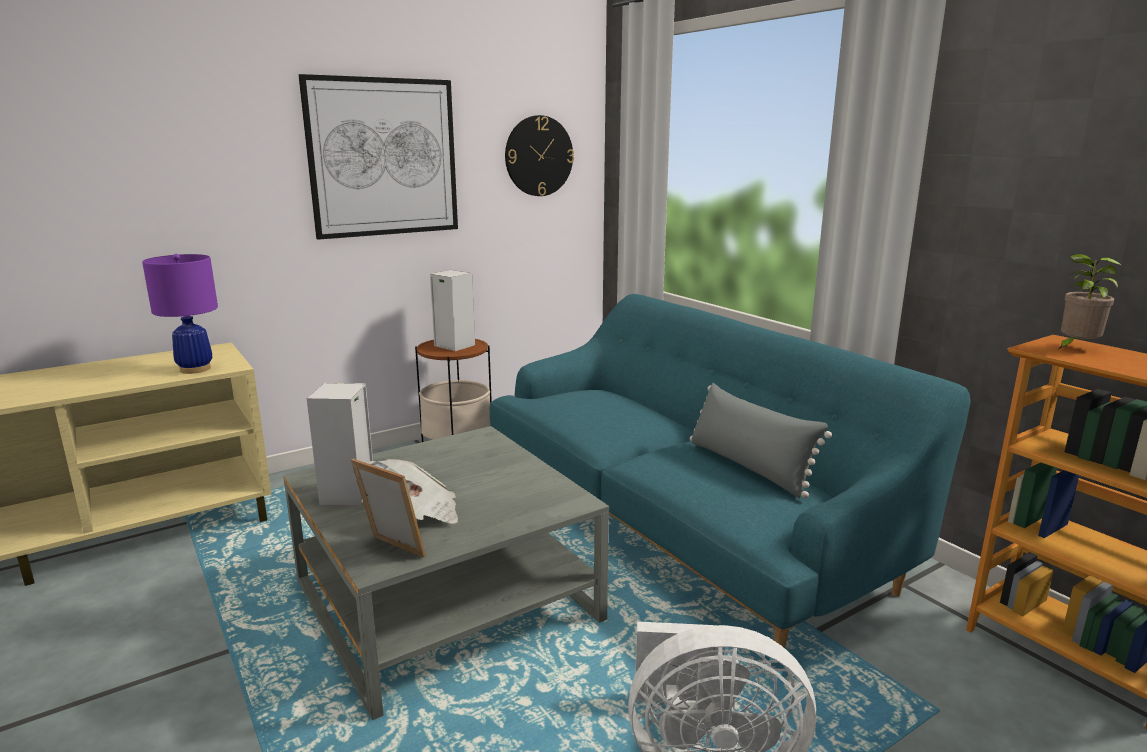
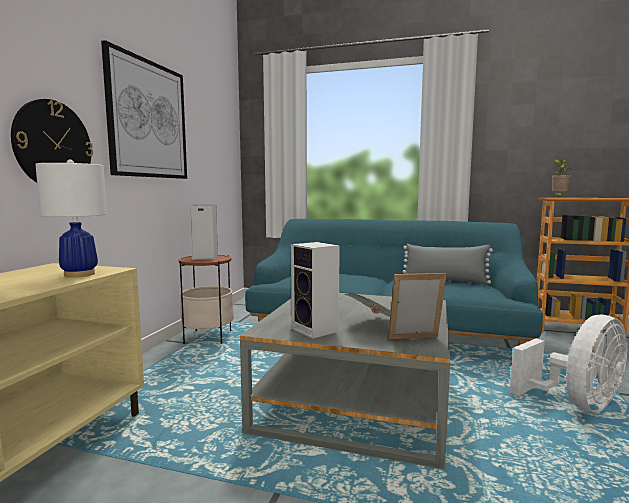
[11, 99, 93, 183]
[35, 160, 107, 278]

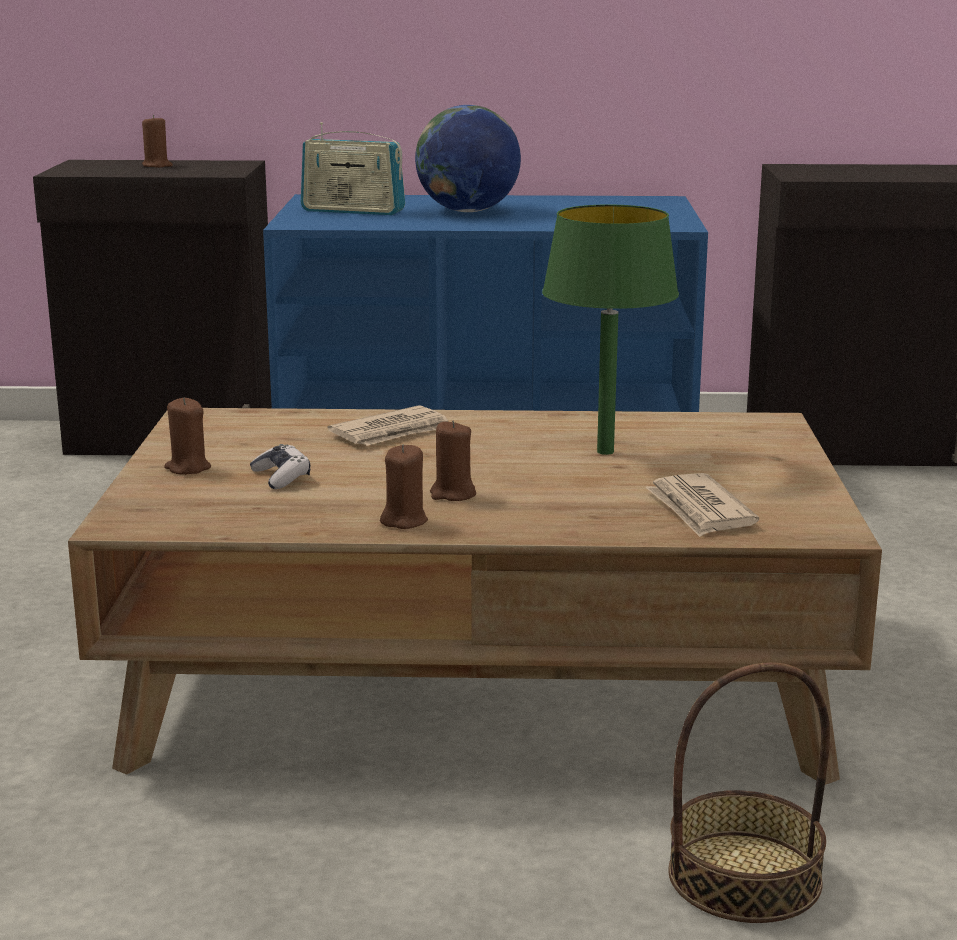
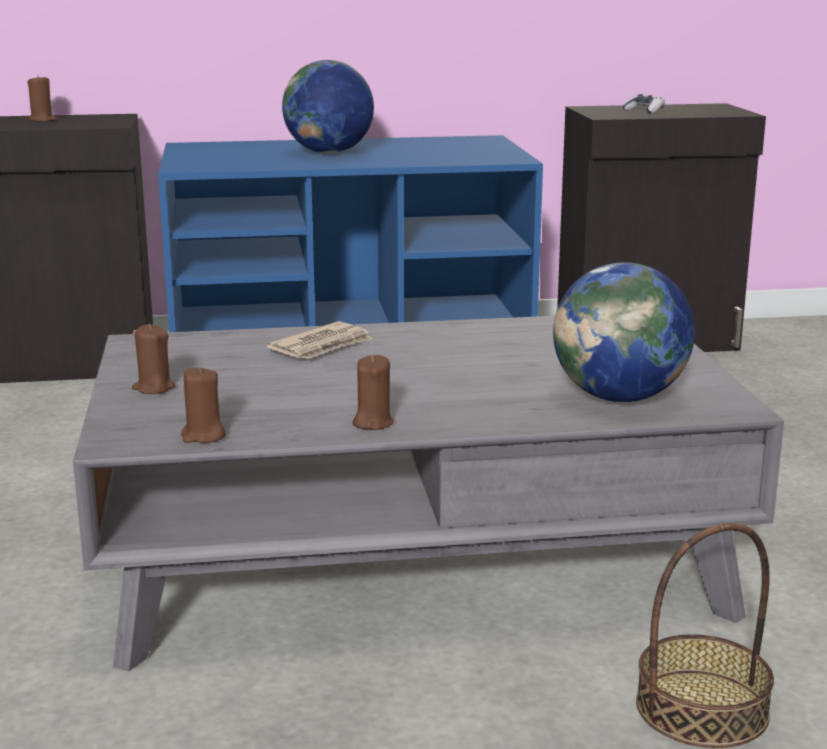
[301, 122, 405, 215] (first image)
[542, 204, 679, 455] (first image)
[73, 316, 784, 672]
[181, 366, 226, 443]
[622, 94, 665, 114]
[553, 262, 695, 402]

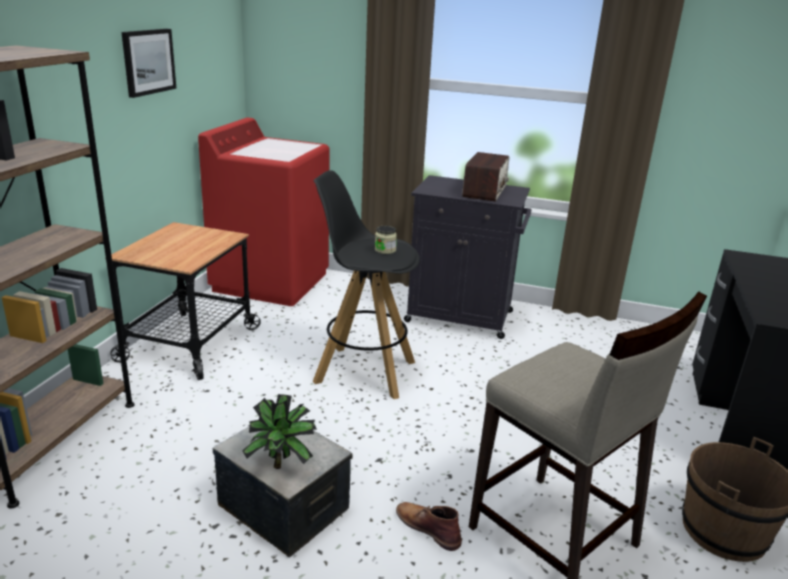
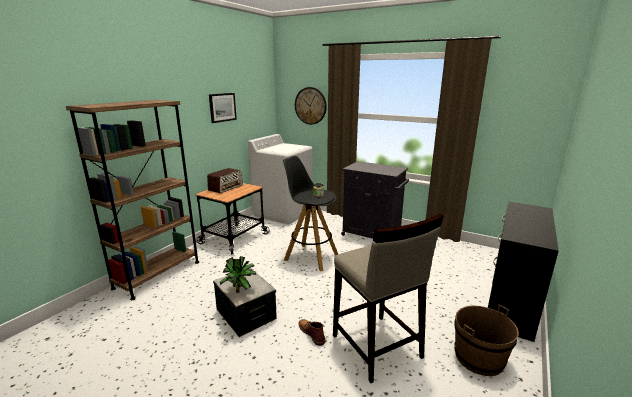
[248, 134, 313, 225]
[207, 168, 243, 193]
[295, 87, 327, 125]

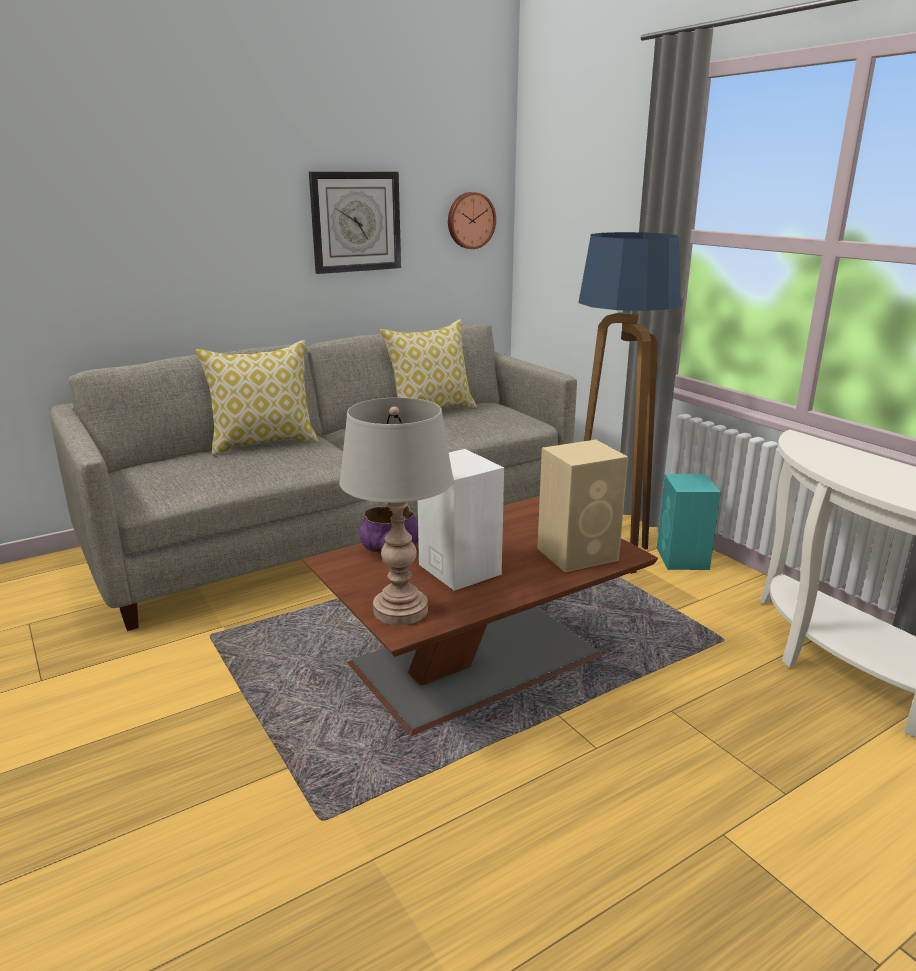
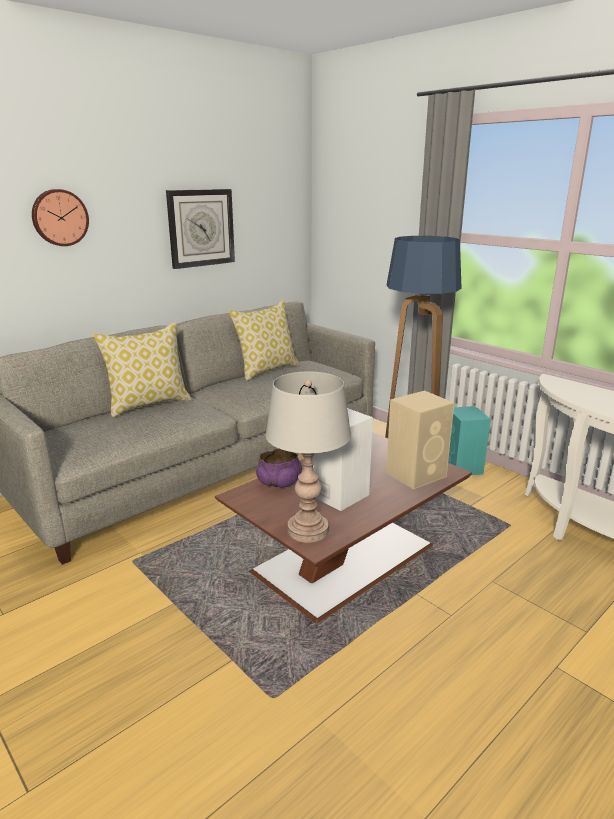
[32, 189, 89, 246]

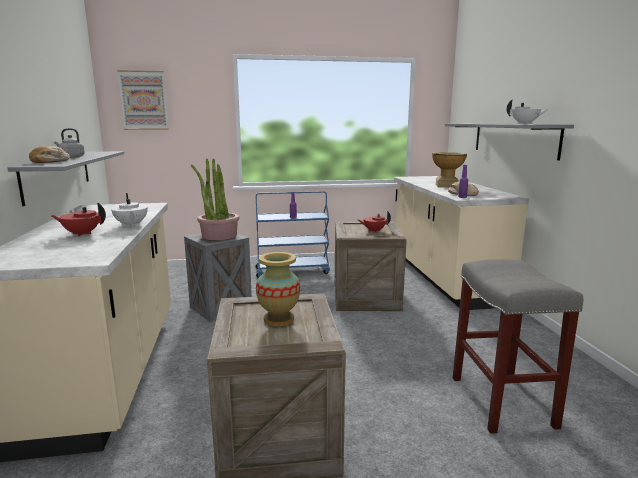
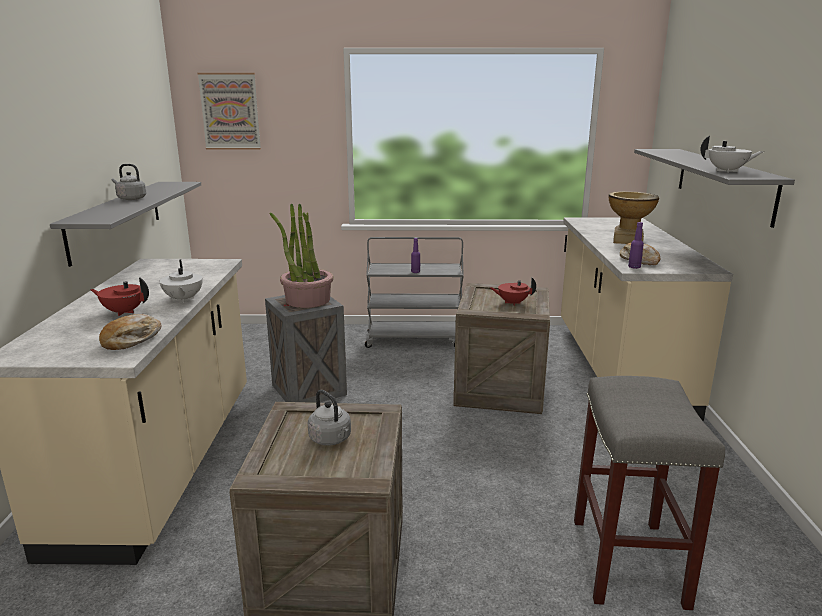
[99, 314, 162, 350]
[365, 237, 464, 348]
[308, 390, 351, 446]

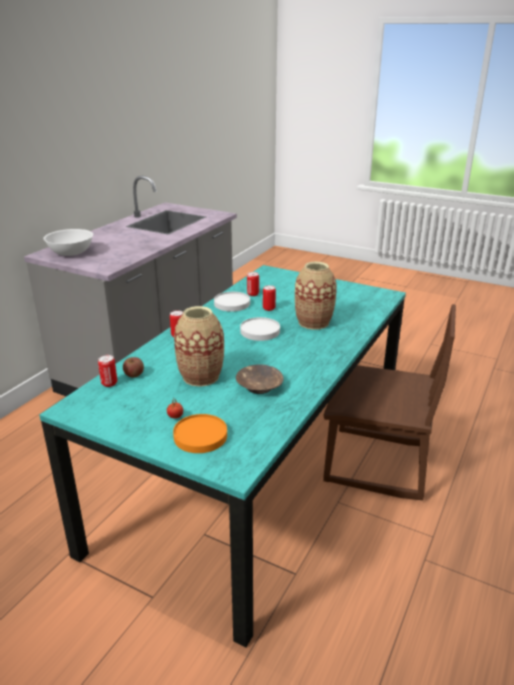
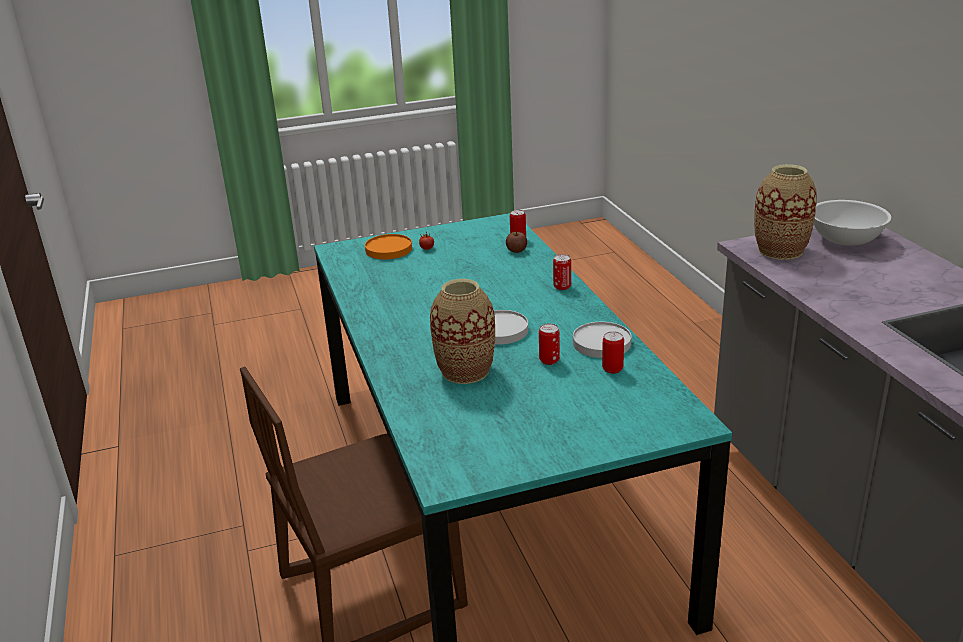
[754, 164, 817, 260]
[236, 364, 284, 394] (first image)

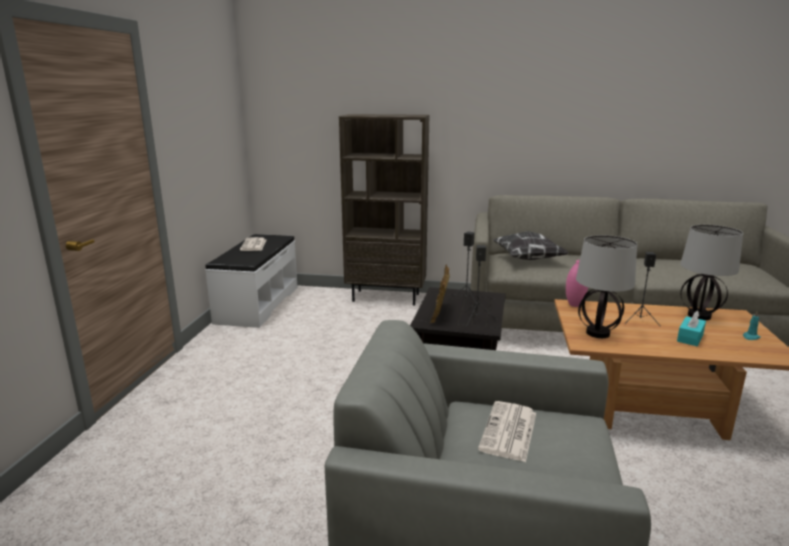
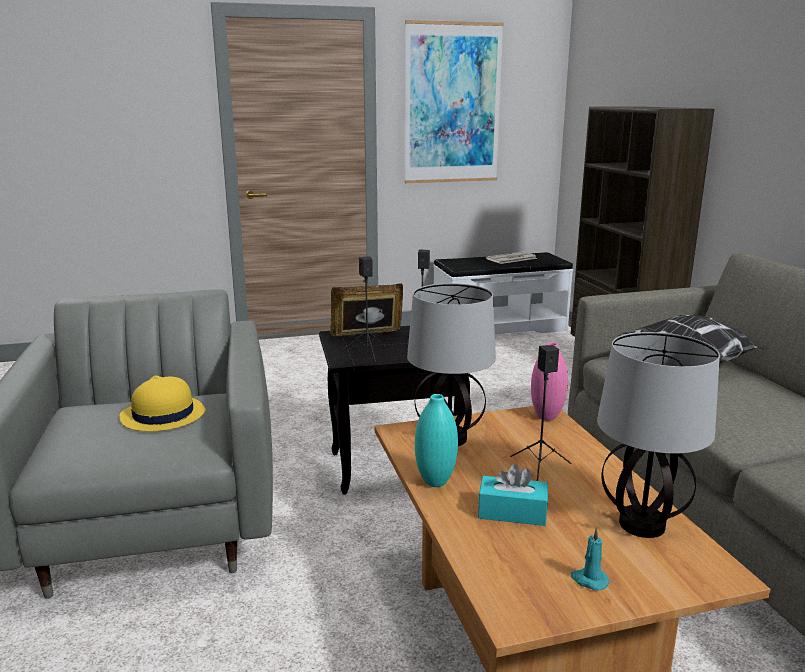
[119, 376, 206, 431]
[405, 20, 504, 183]
[415, 394, 458, 487]

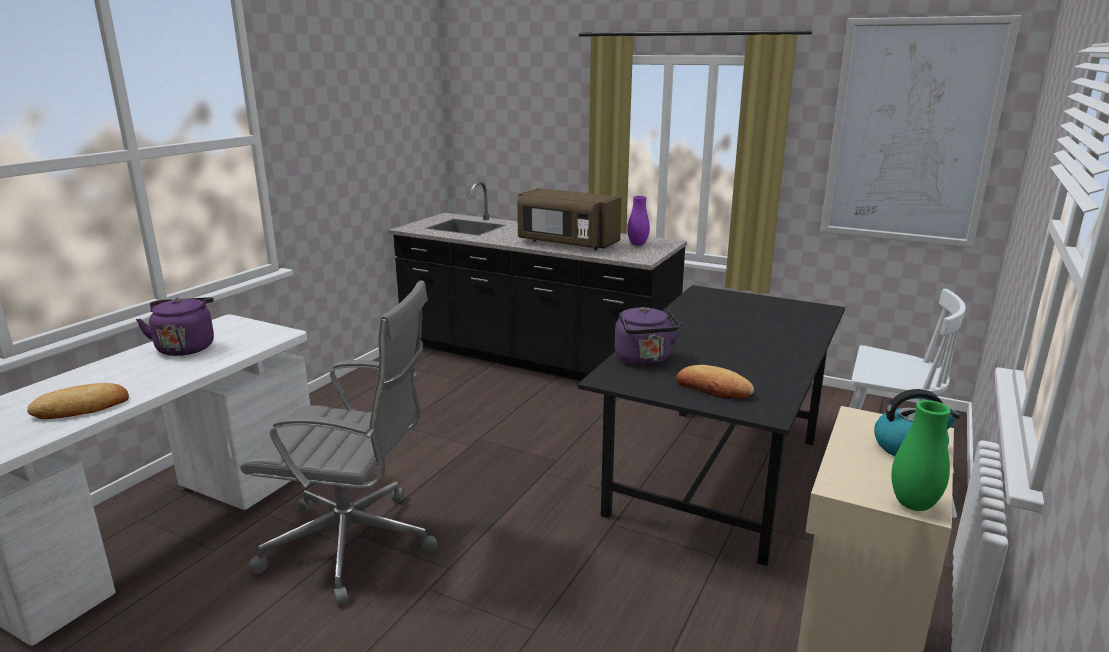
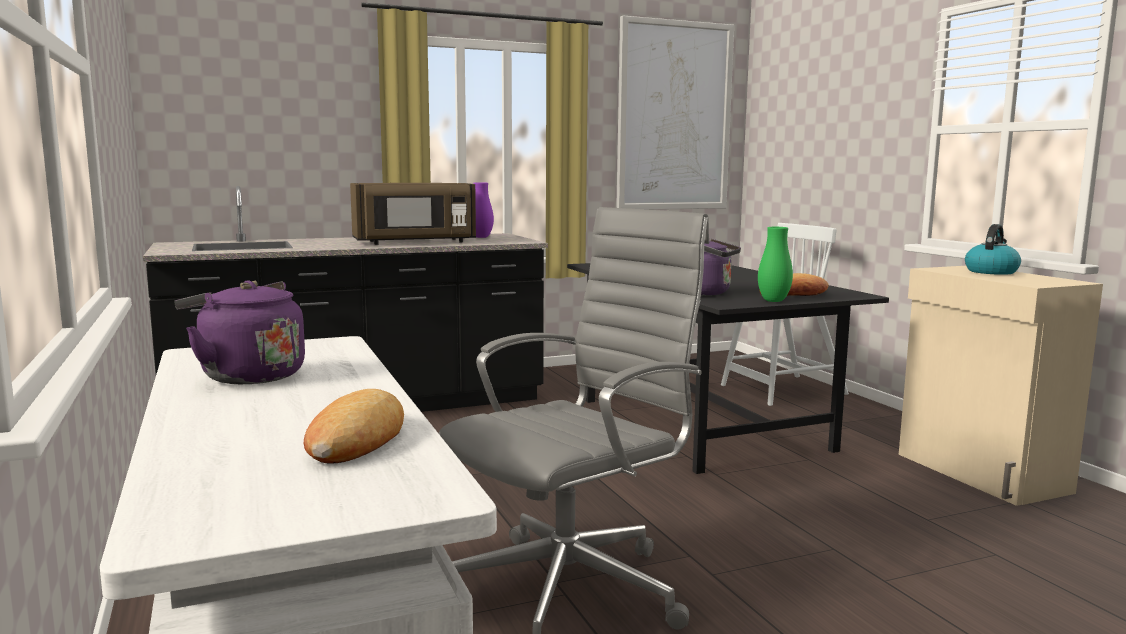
[758, 227, 793, 302]

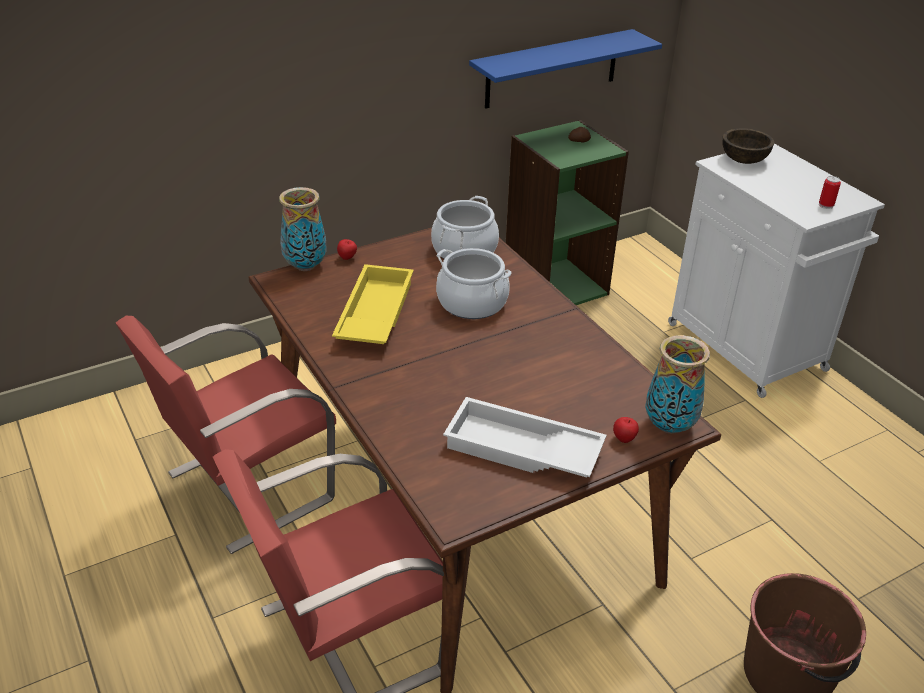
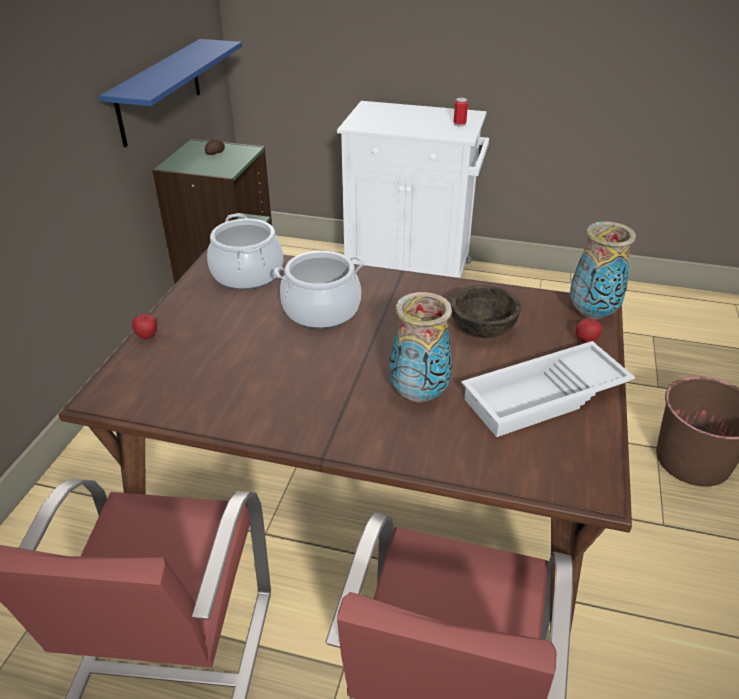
[451, 285, 521, 338]
[390, 292, 452, 403]
[332, 264, 414, 344] (first image)

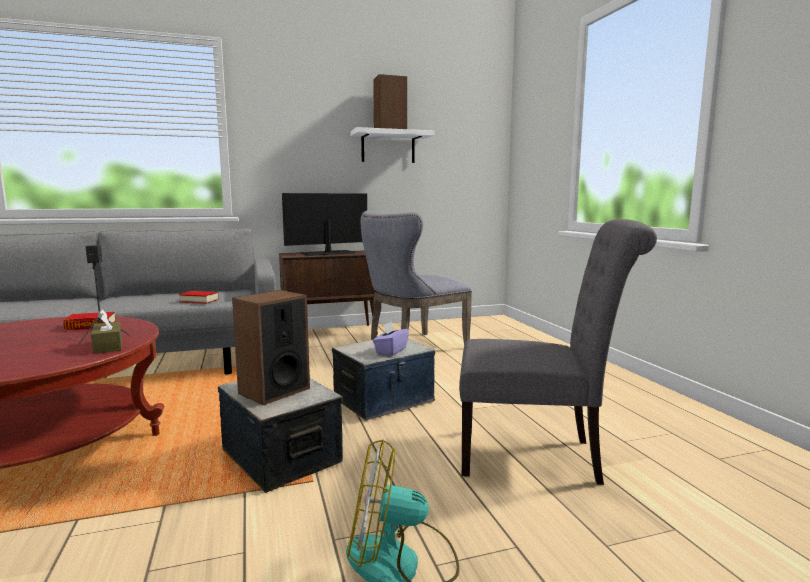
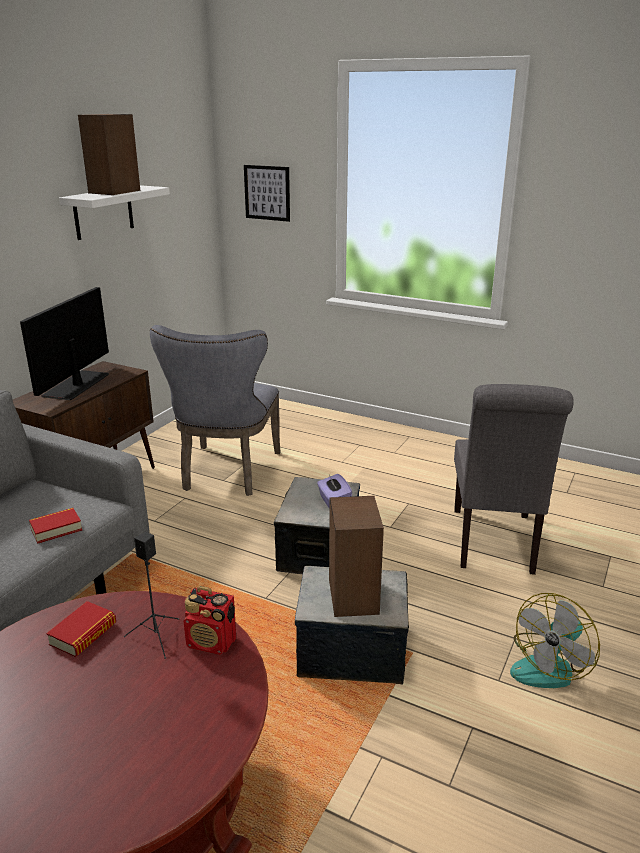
[454, 384, 574, 575]
[184, 586, 236, 655]
[244, 165, 290, 222]

